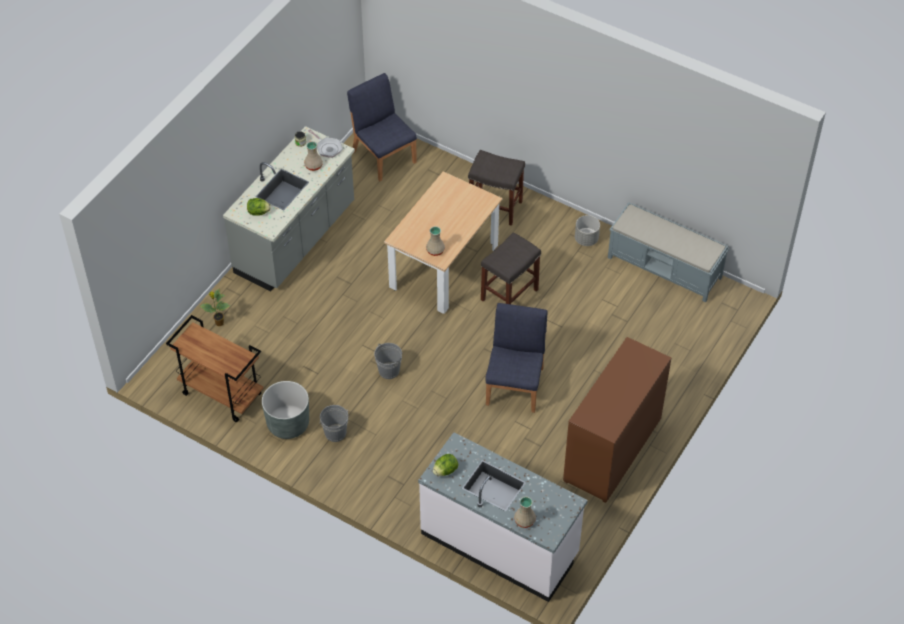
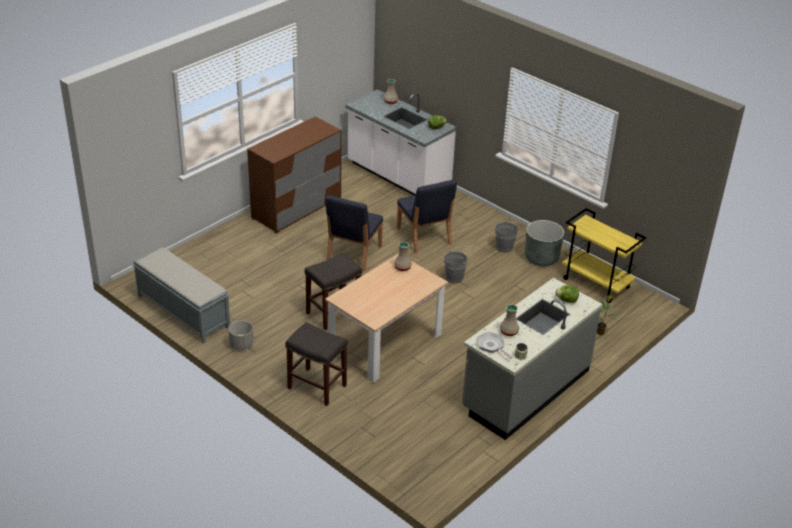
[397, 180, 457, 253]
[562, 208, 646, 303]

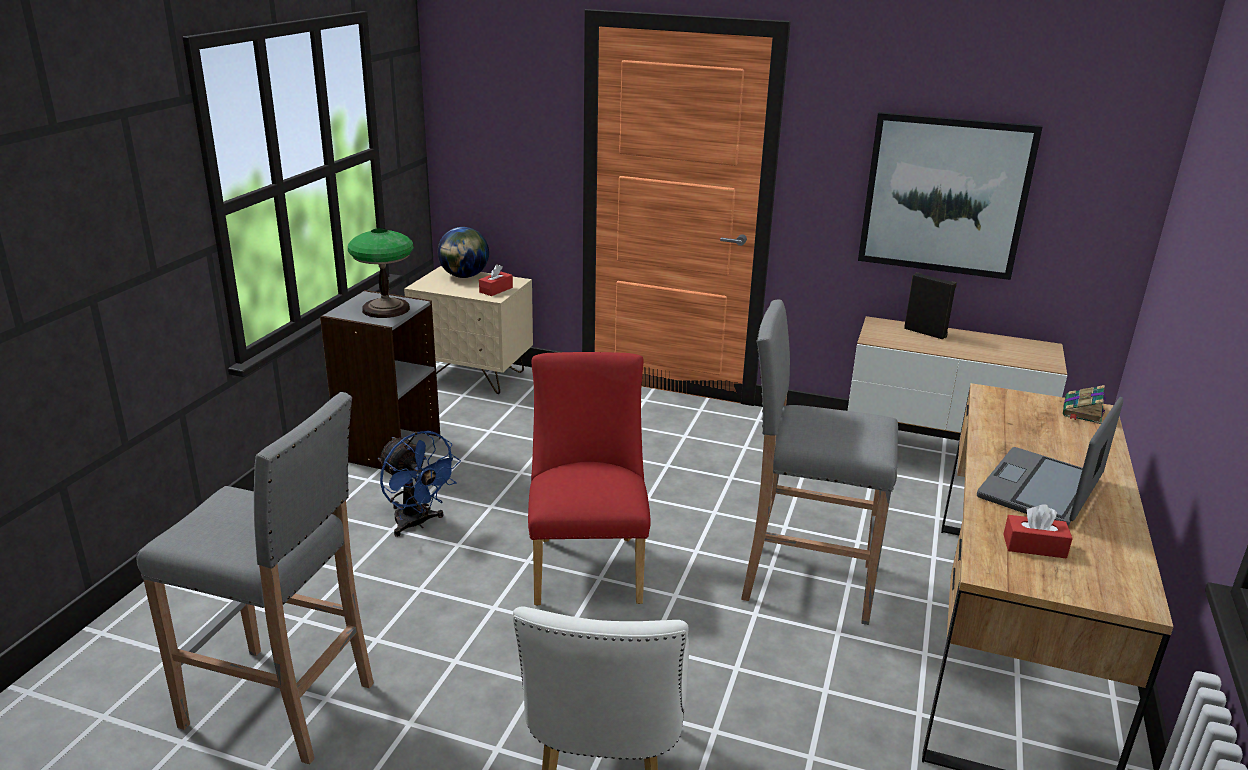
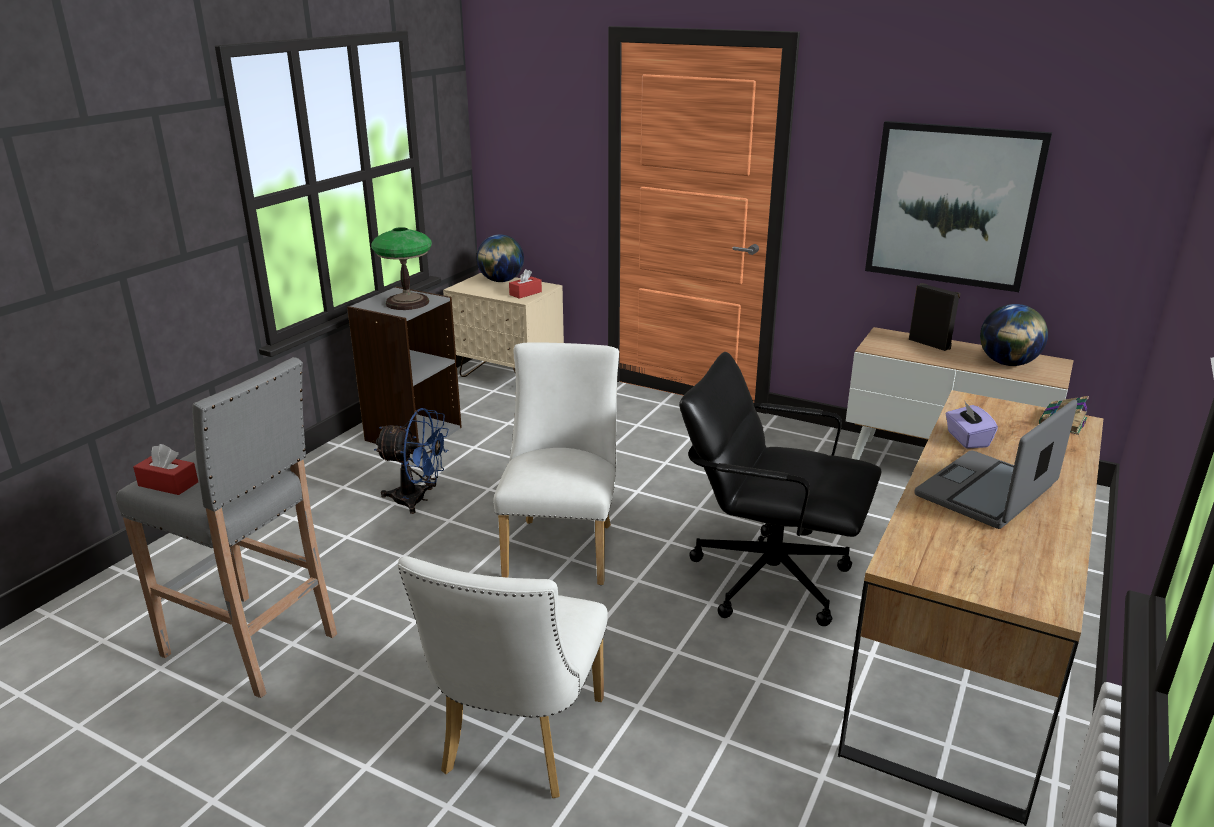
[679, 352, 881, 626]
[494, 342, 619, 585]
[374, 408, 449, 514]
[133, 444, 198, 495]
[980, 304, 1048, 366]
[946, 402, 998, 449]

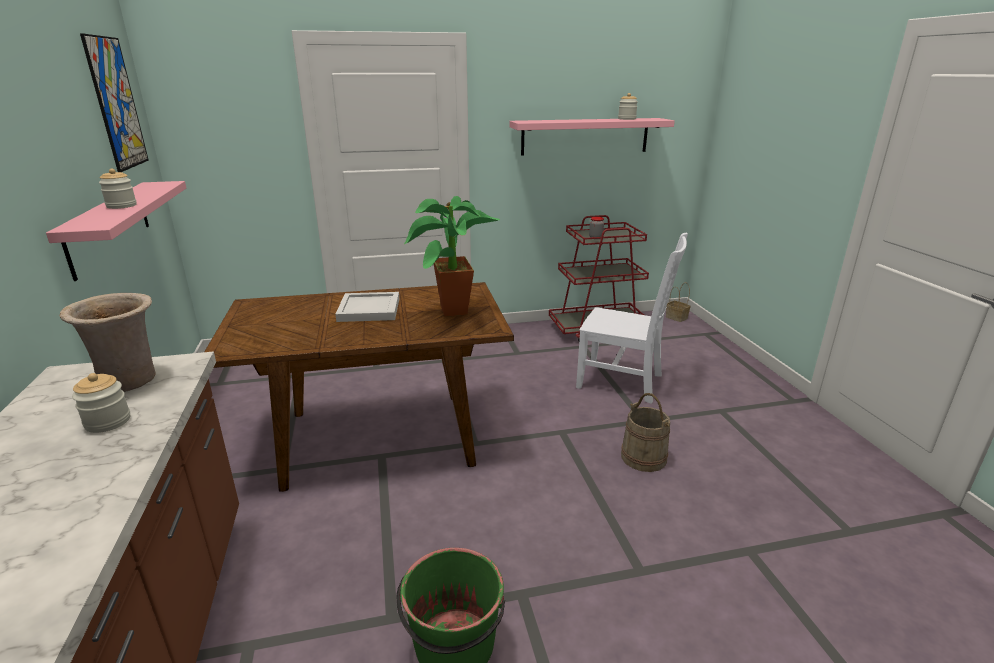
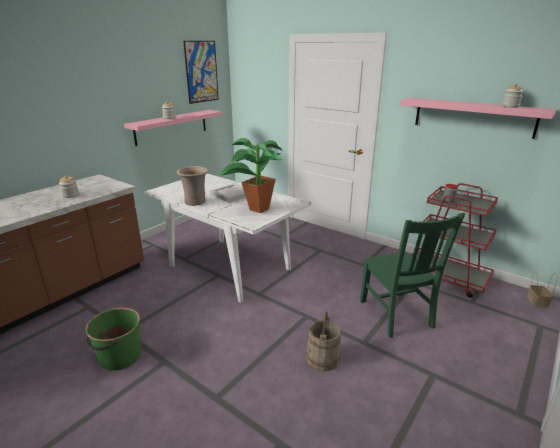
[360, 212, 466, 338]
[144, 173, 311, 303]
[177, 166, 209, 206]

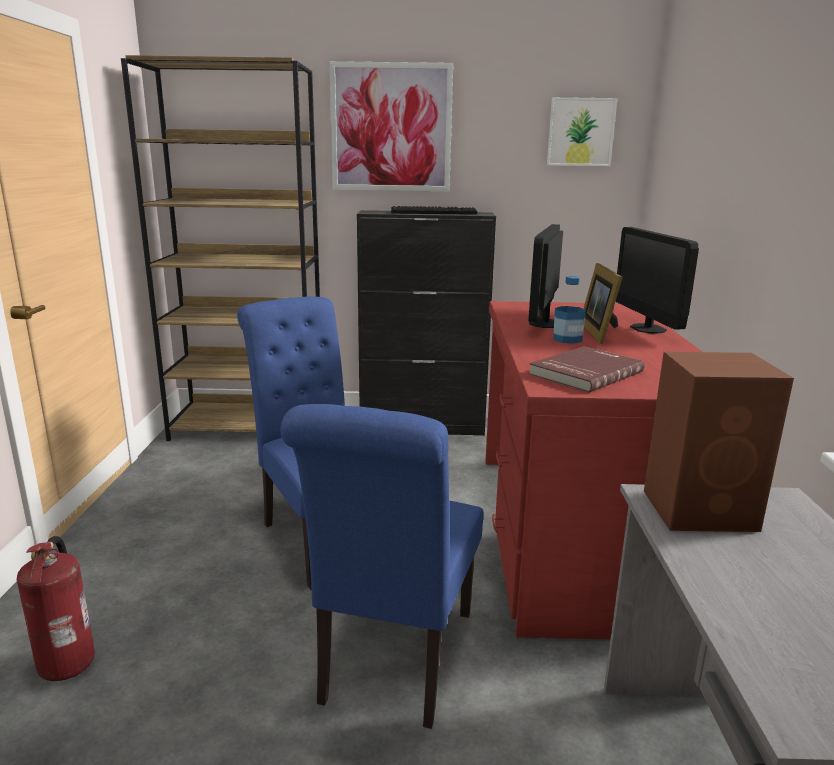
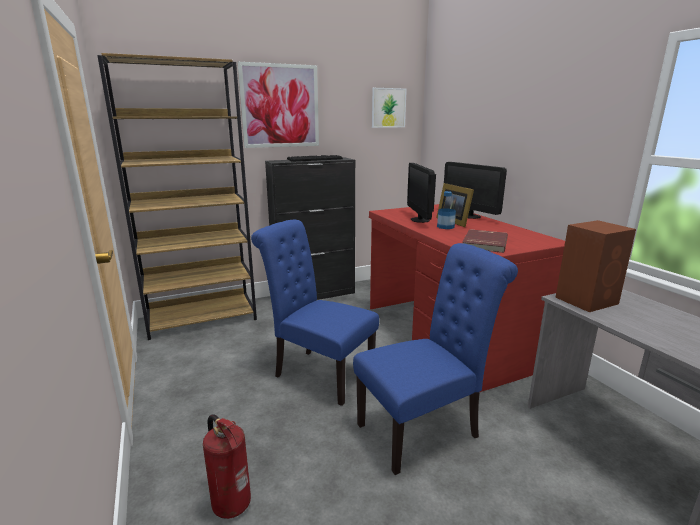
[353, 243, 518, 475]

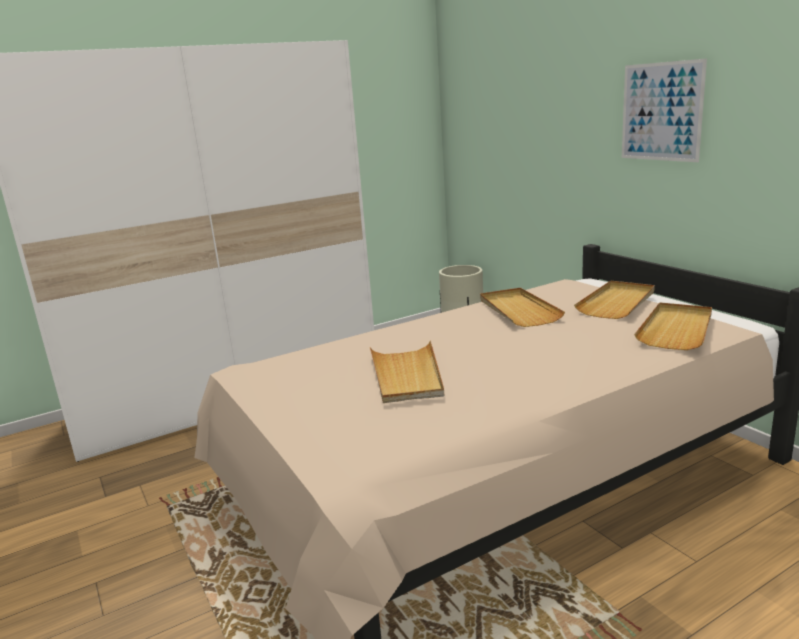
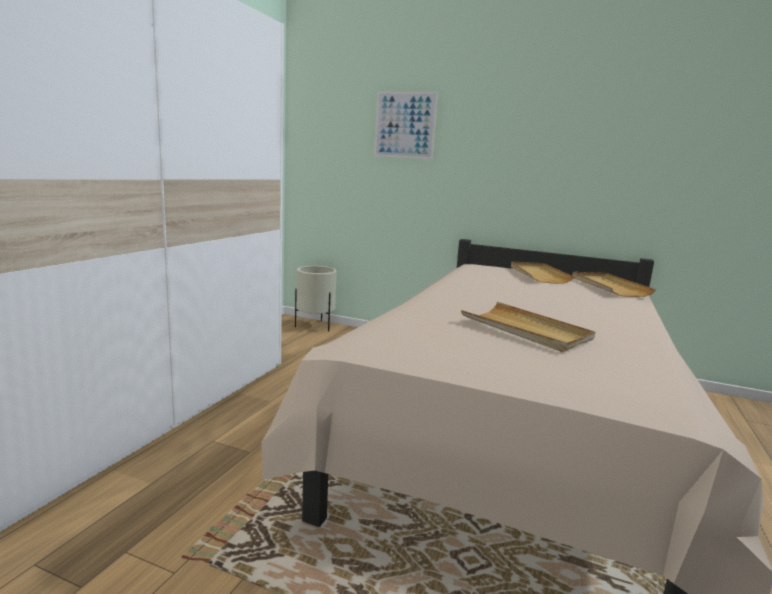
[374, 92, 438, 159]
[480, 288, 565, 327] (first image)

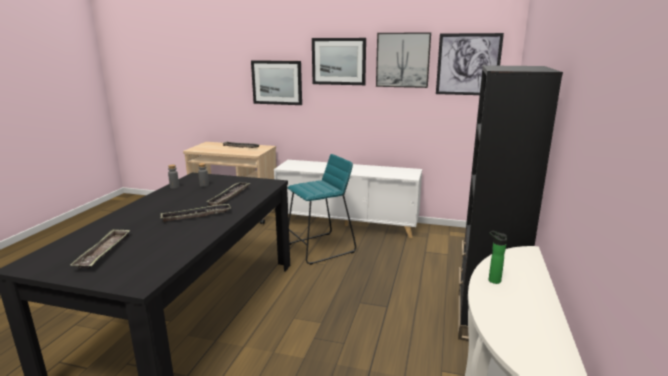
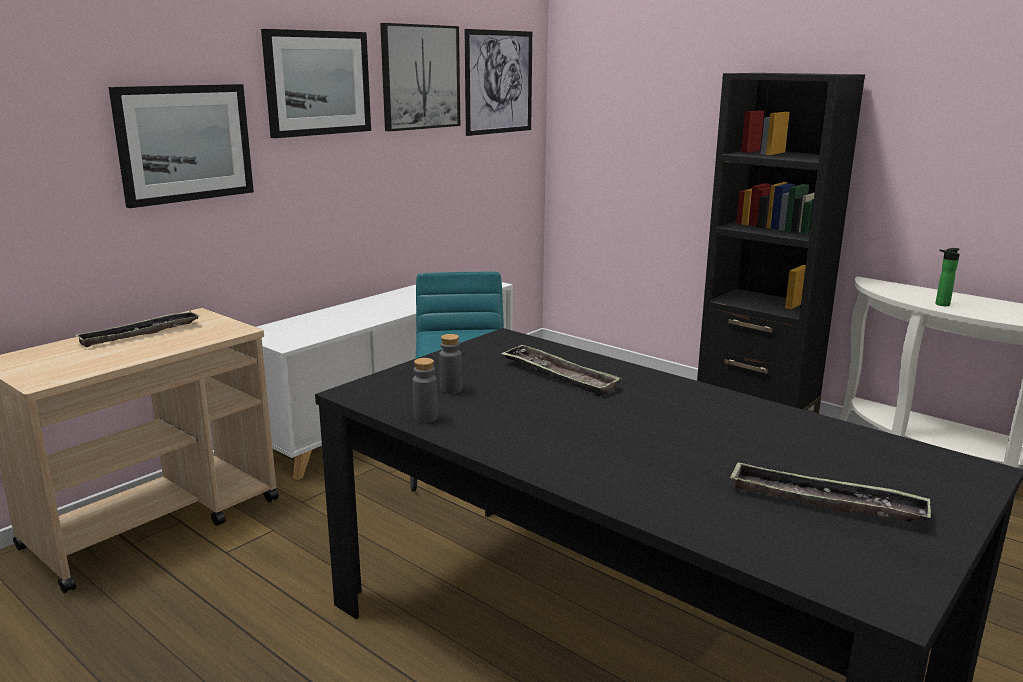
[161, 204, 231, 222] (first image)

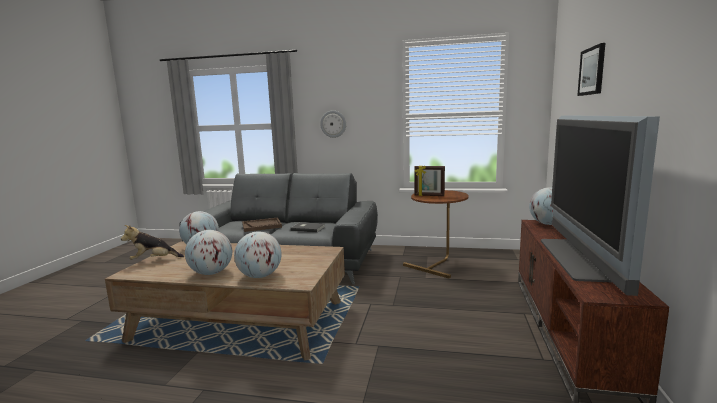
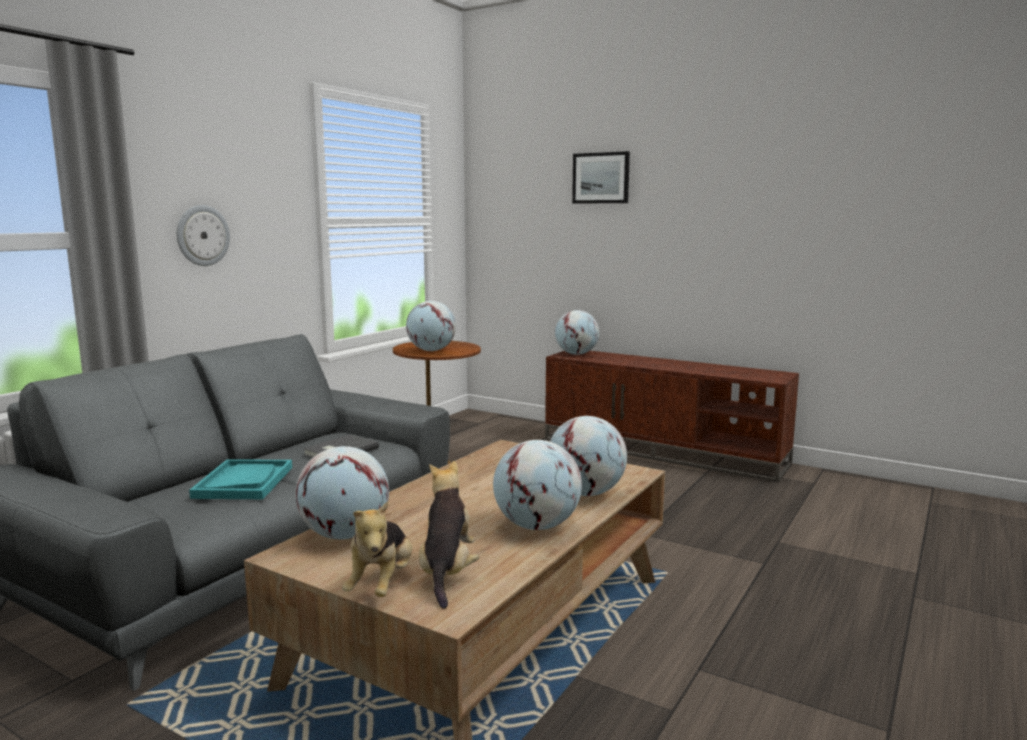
[541, 116, 660, 296] (first image)
[406, 301, 456, 351]
[189, 459, 292, 499]
[419, 461, 479, 609]

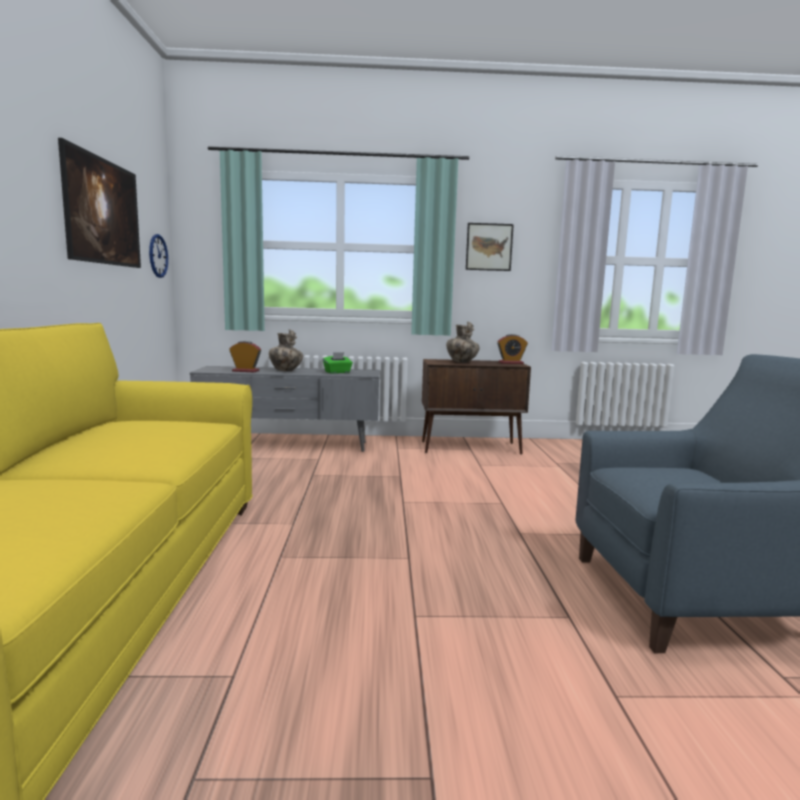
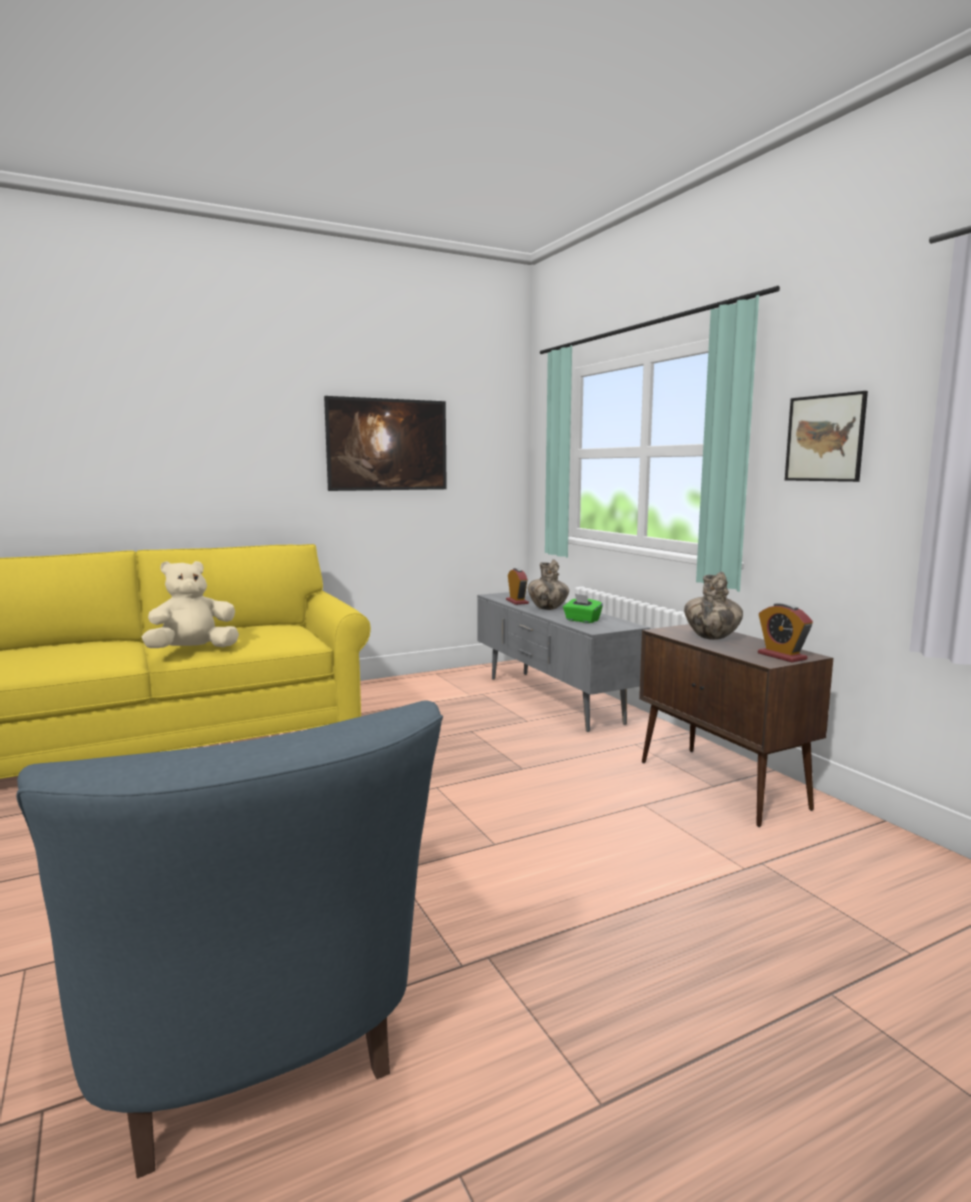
[149, 234, 168, 278] (first image)
[142, 561, 239, 648]

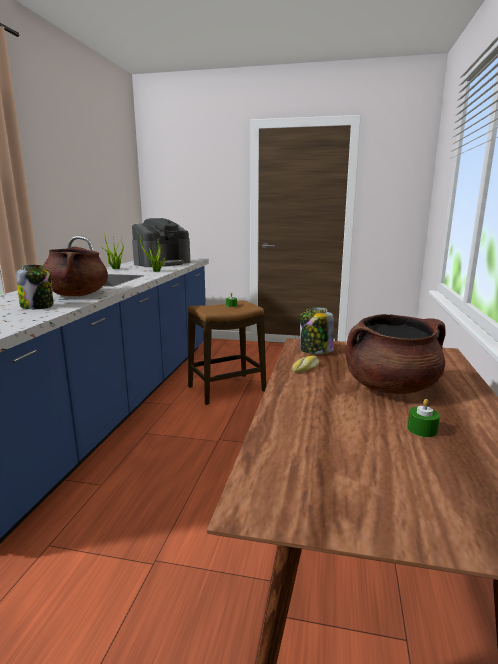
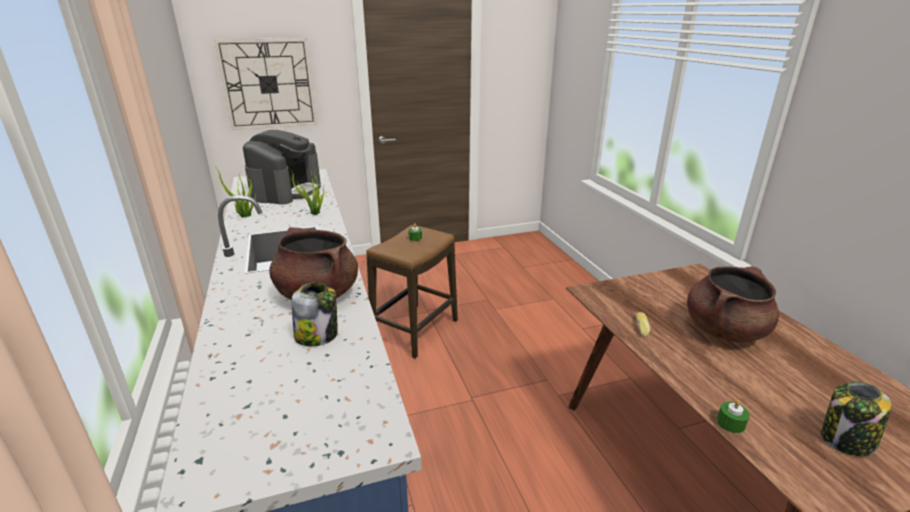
[821, 382, 892, 456]
[717, 400, 750, 433]
[214, 38, 317, 130]

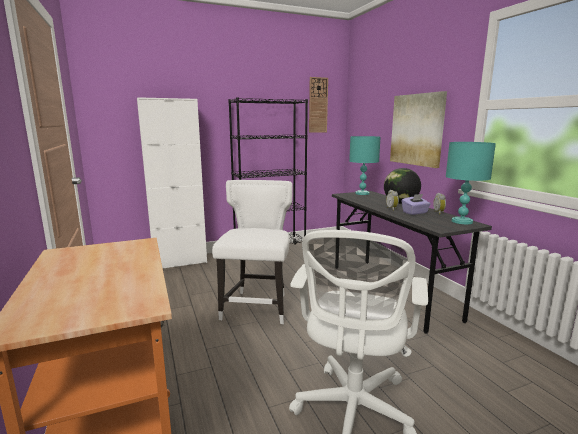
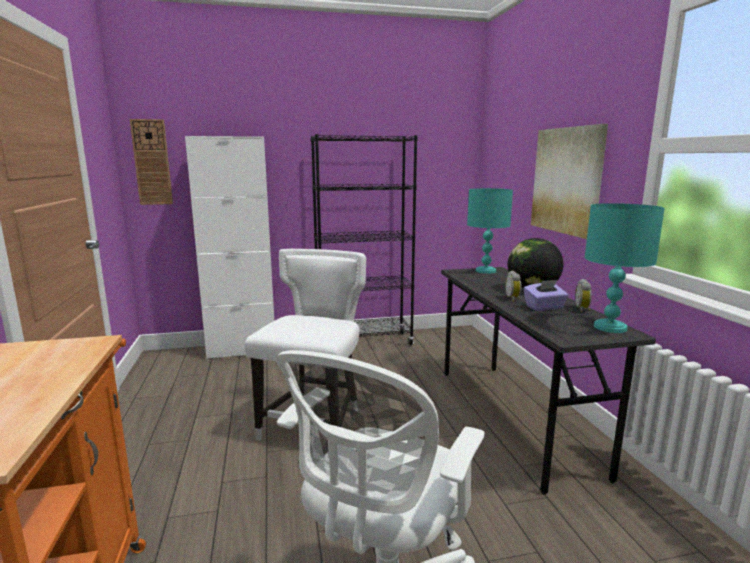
[130, 119, 173, 205]

